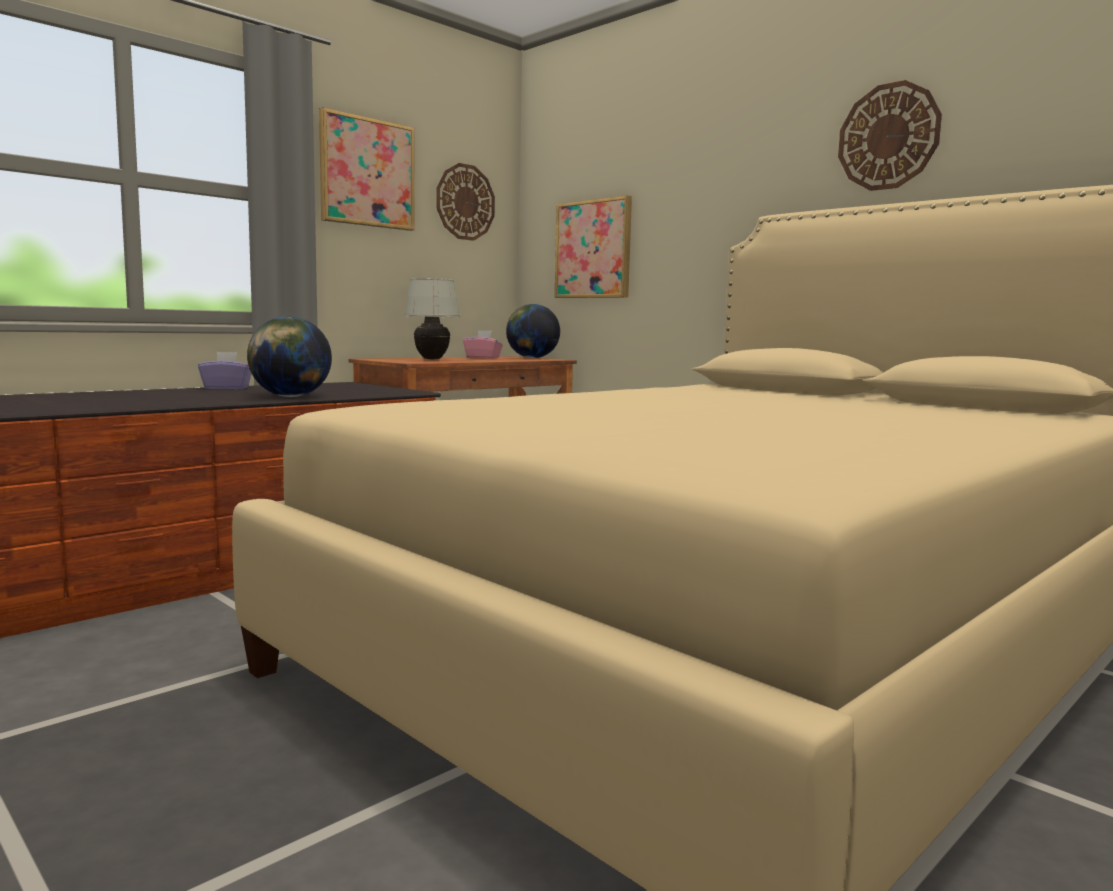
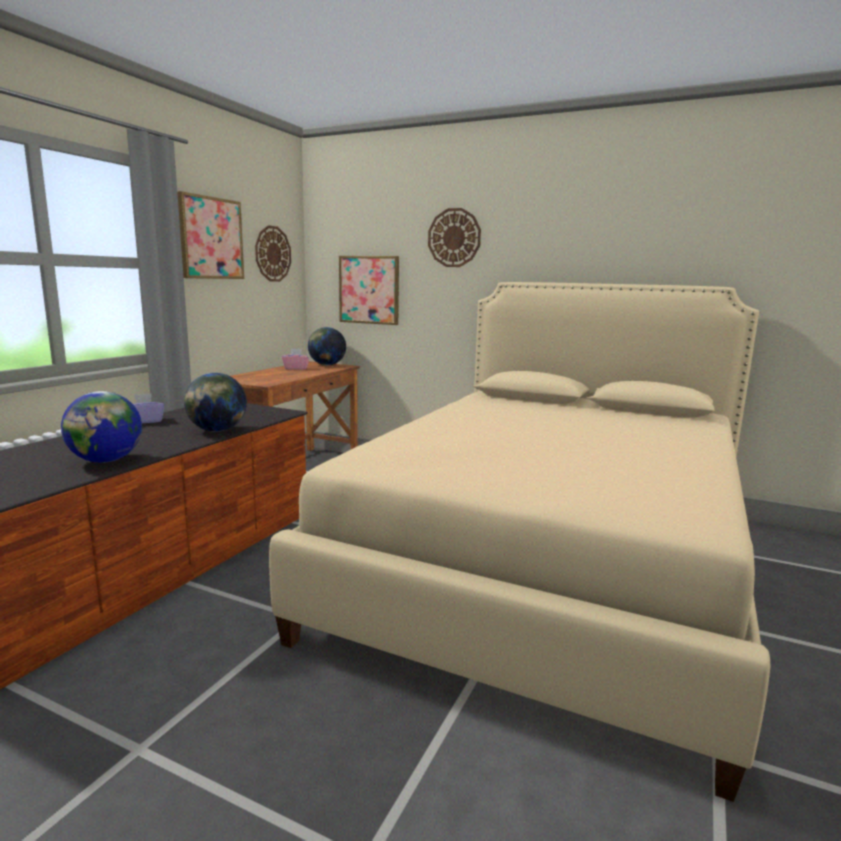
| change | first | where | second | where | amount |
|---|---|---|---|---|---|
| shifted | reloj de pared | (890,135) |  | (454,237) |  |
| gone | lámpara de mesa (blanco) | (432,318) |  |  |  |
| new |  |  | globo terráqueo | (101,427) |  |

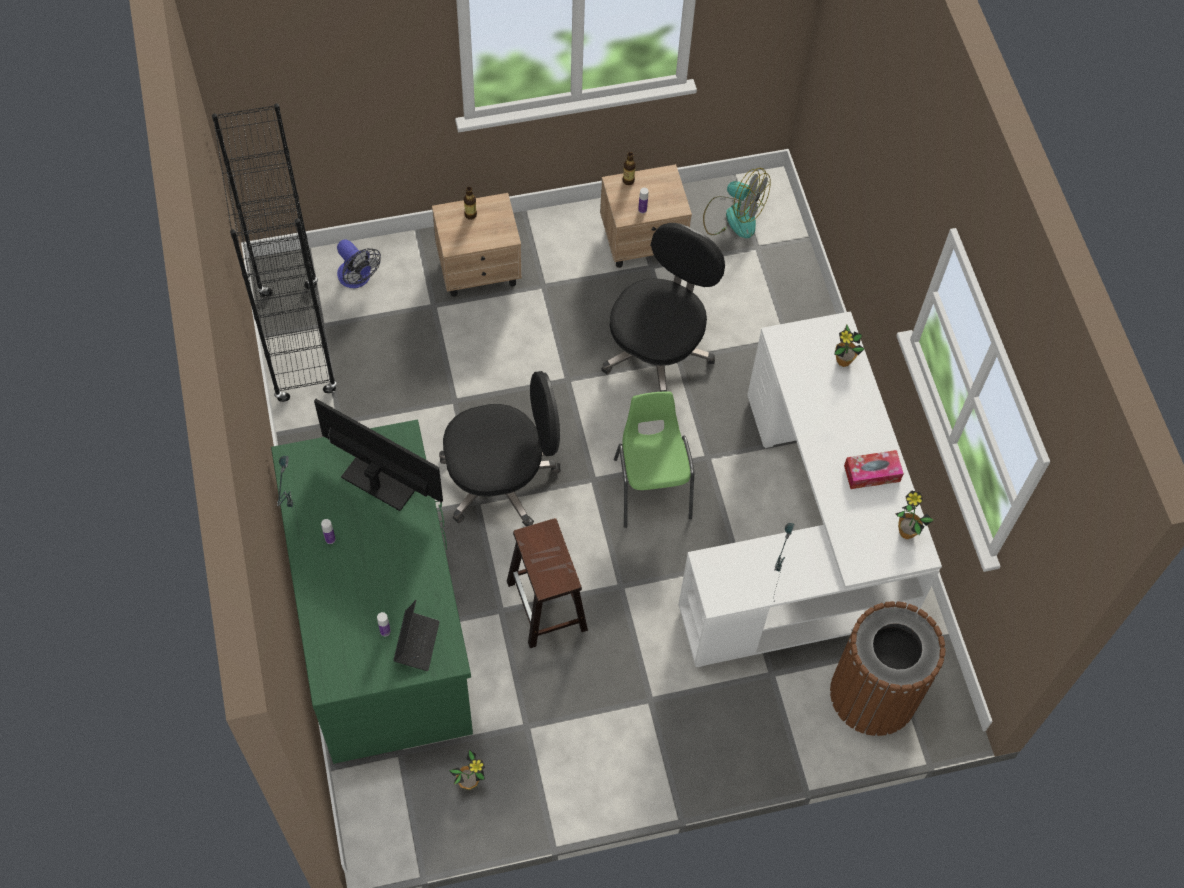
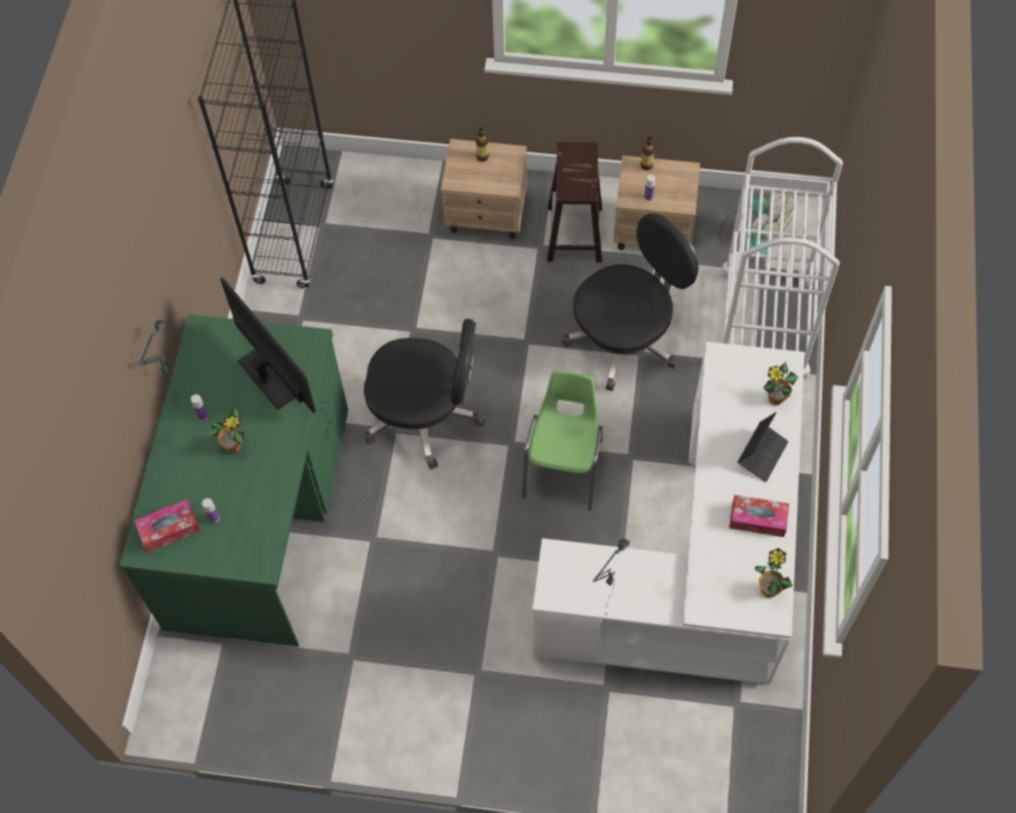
| change | first | where | second | where | amount |
|---|---|---|---|---|---|
| gone | ventilador | (359,263) |  |  |  |
| shifted | taburete (marrón) | (547,583) |  | (574,202) |  |
| shifted | portátil | (416,635) |  | (763,447) |  |
| gone | papelera (marrón) | (888,668) |  |  |  |
| shifted | planta en maceta | (467,770) |  | (226,430) |  |
| new |  |  | carrito (blanco) | (781,258) |  |
| new |  |  | caja de pañuelos | (167,525) |  |

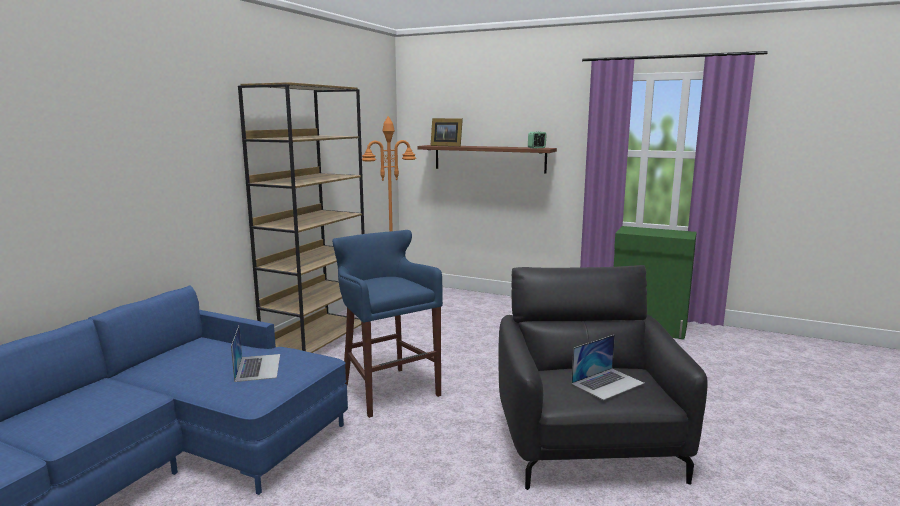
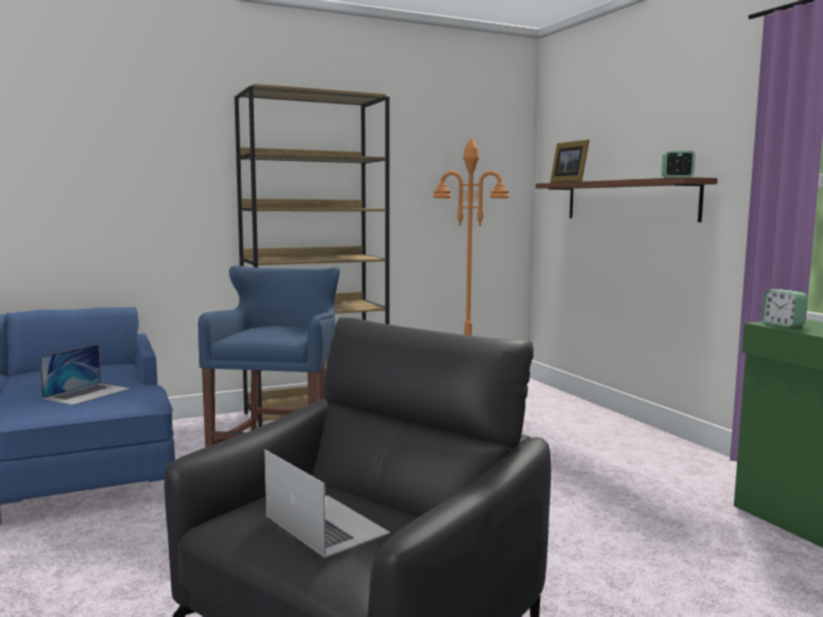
| change | first | where | second | where | amount |
|---|---|---|---|---|---|
| rotated | portátil | (608,367) |  | (327,503) | 135 degrees counterclockwise |
| new |  |  | despertador | (784,308) |  |

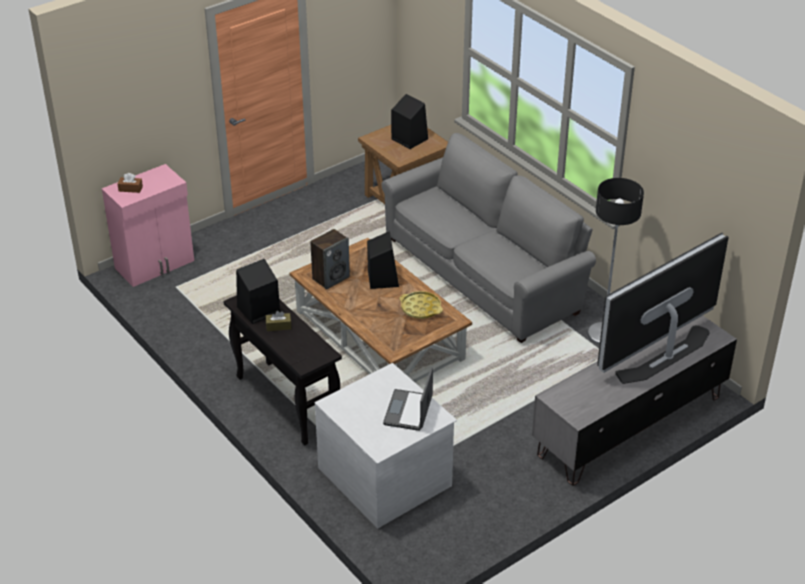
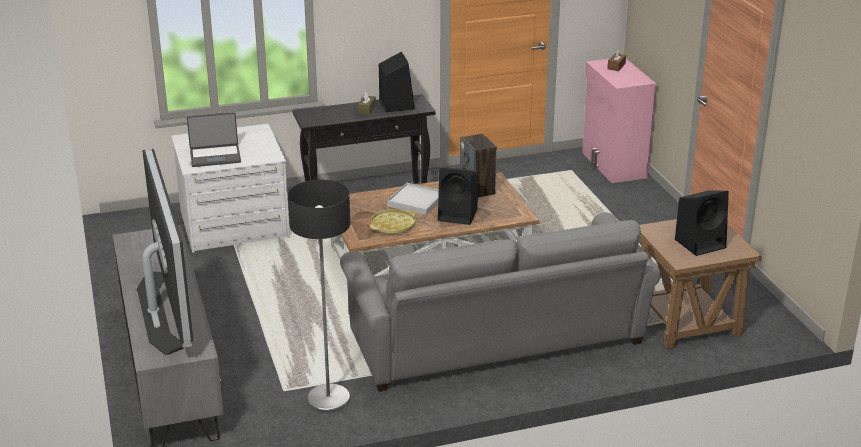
| change | first | where | second | where | amount |
|---|---|---|---|---|---|
| rotated | portátil | (408,399) |  | (214,139) | 135 degrees clockwise |
| new |  |  | bandeja (blanco) | (413,199) |  |

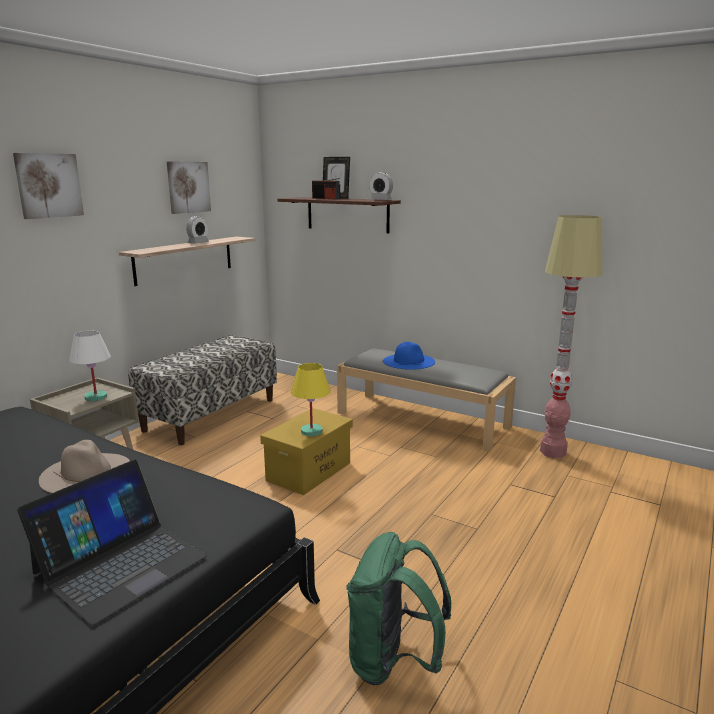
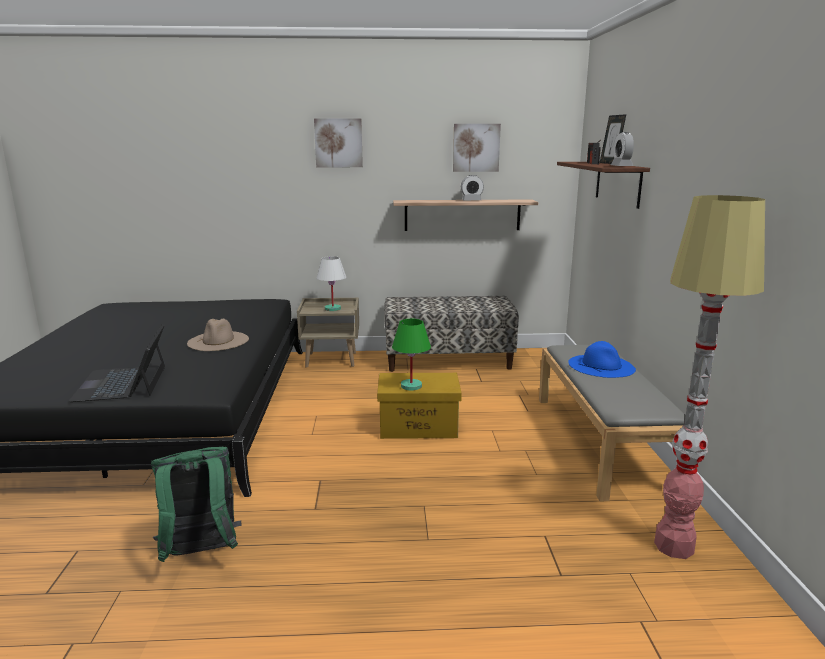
| change | first | where | second | where | amount |
|---|---|---|---|---|---|
| repainted | lámpara de mesa (amarillo) | (311,399) | lámpara de mesa (verde) | (411,355) |  |
| rotated | portátil | (112,543) |  | (116,363) | 75 degrees clockwise |

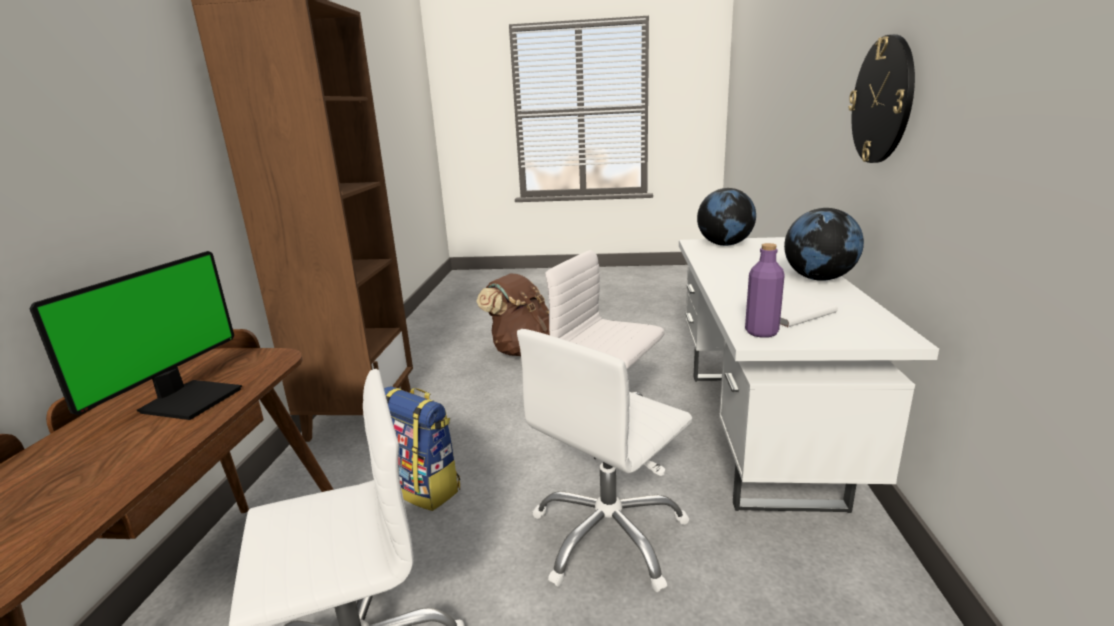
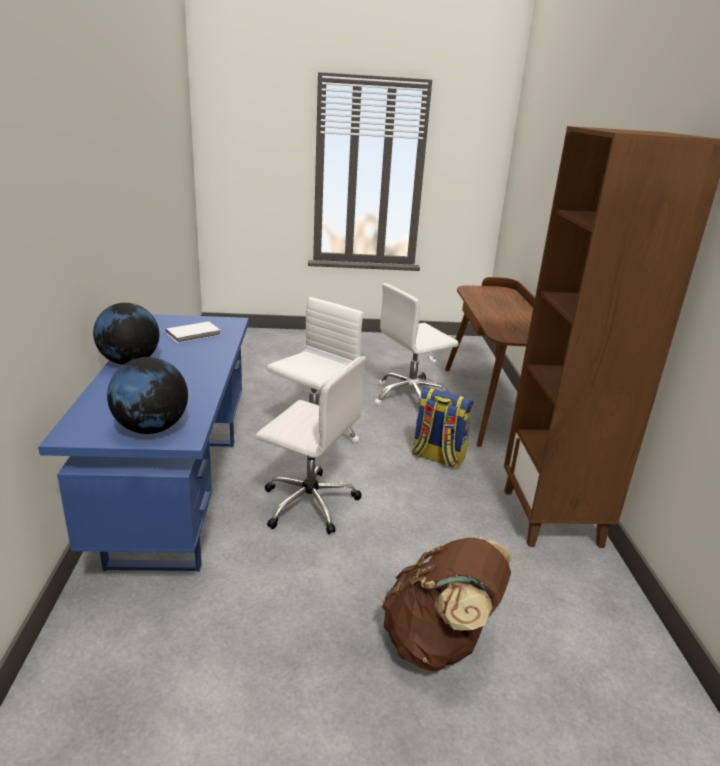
| change | first | where | second | where | amount |
|---|---|---|---|---|---|
| gone | reloj de pared | (881,98) |  |  |  |
| repainted | escritorio (blanco) | (809,375) | escritorio (azul) | (143,443) |  |
| gone | botella (morado) | (765,290) |  |  |  |
| gone | monitor | (135,335) |  |  |  |

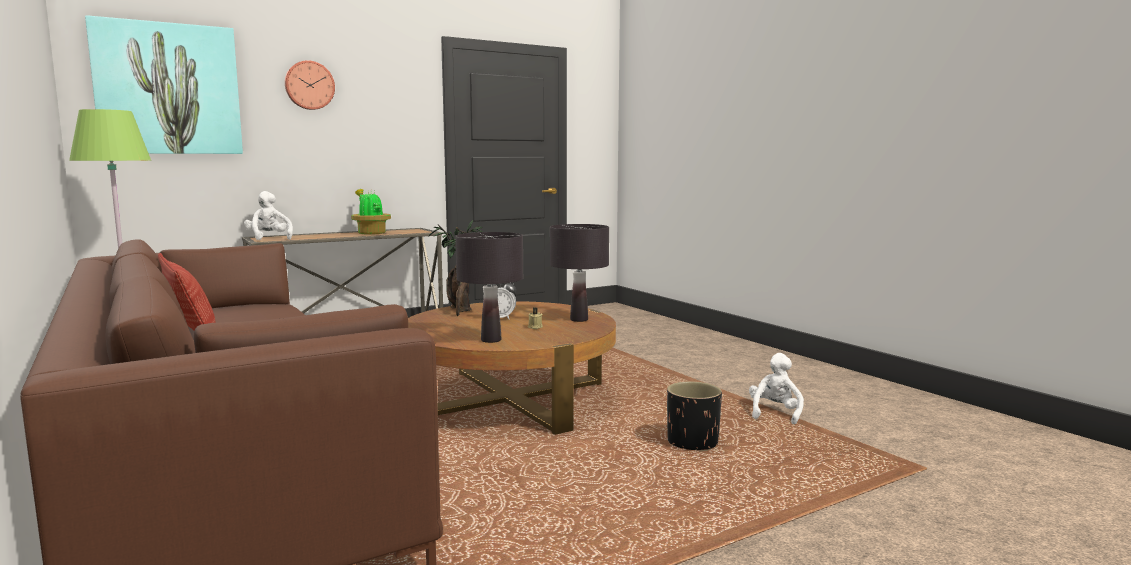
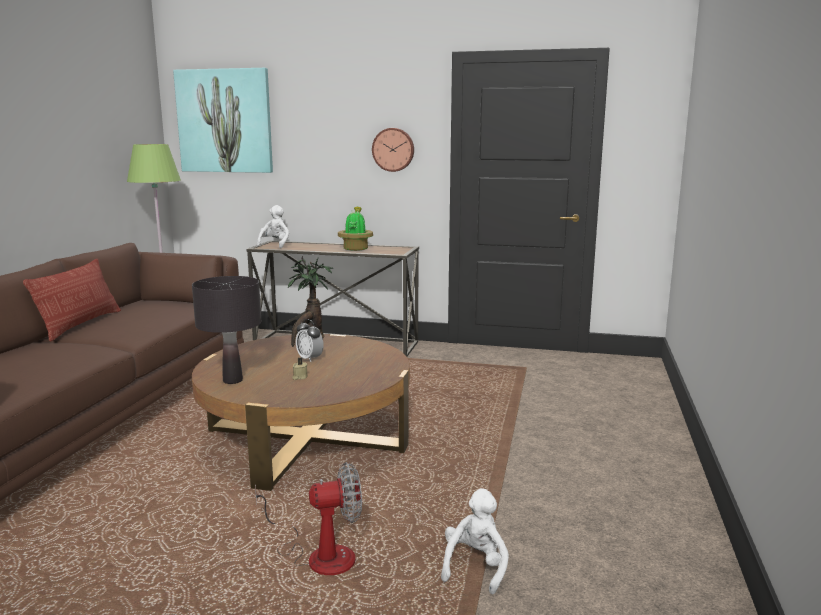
| change | first | where | second | where | amount |
|---|---|---|---|---|---|
| shifted | reloj de pared | (310,85) |  | (393,150) |  |
| gone | lámpara de mesa (negro) | (579,273) |  |  |  |
| rotated | peluche (blanco) | (776,388) |  | (475,541) | 45 degrees counterclockwise |
| swapped | maceta (negro) | (694,416) | ventilador | (308,518) |  |

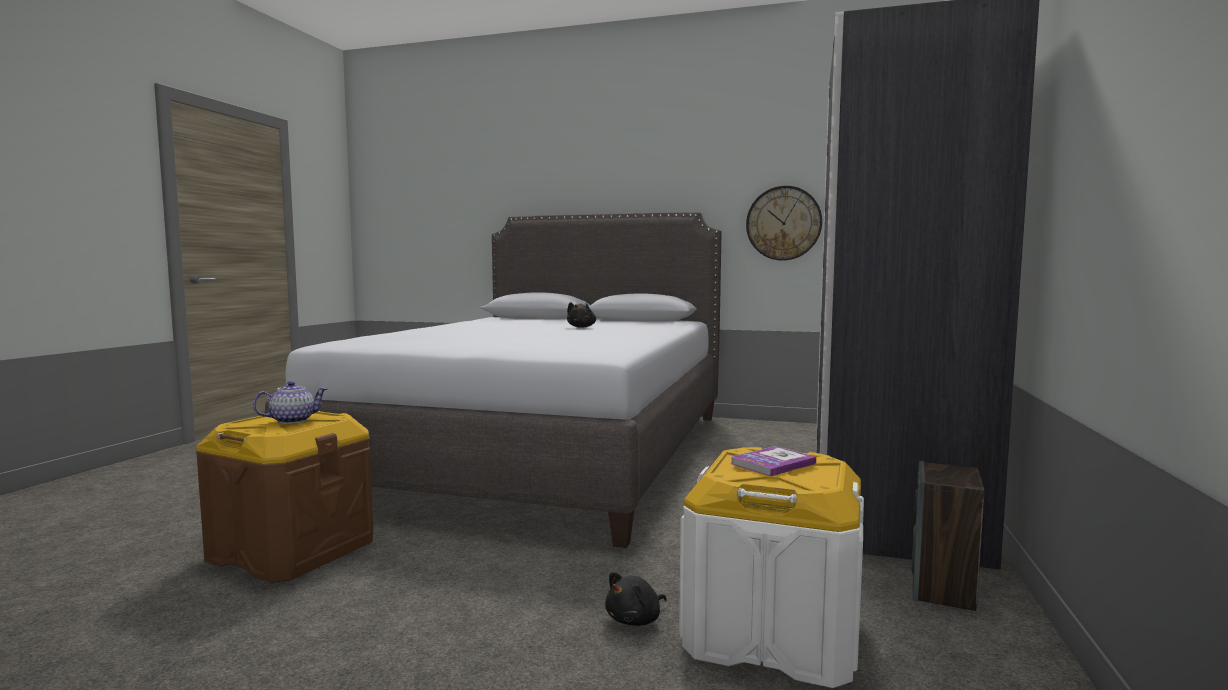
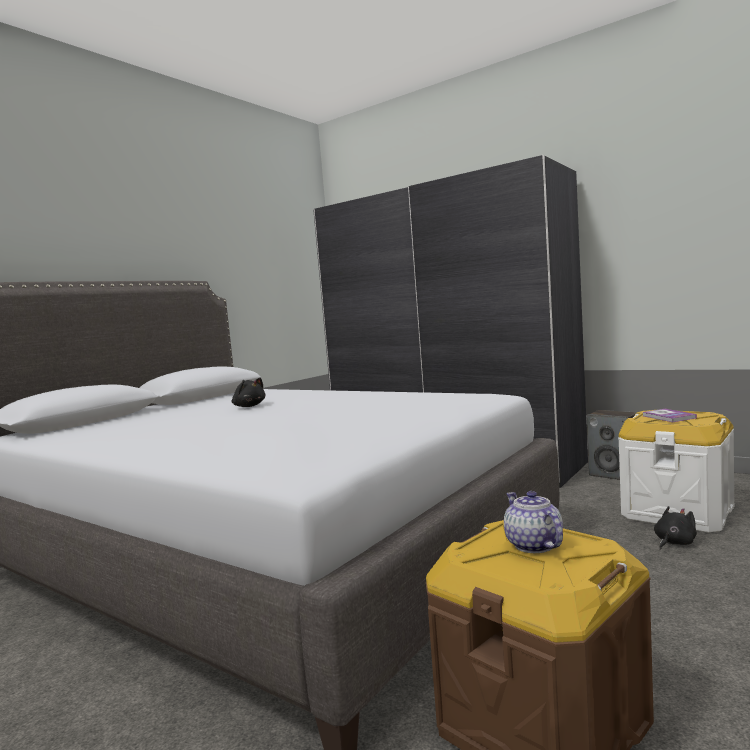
| change | first | where | second | where | amount |
|---|---|---|---|---|---|
| gone | reloj de pared | (784,223) |  |  |  |
| rotated | peluche (negro) | (636,599) |  | (675,528) | 105 degrees counterclockwise |

